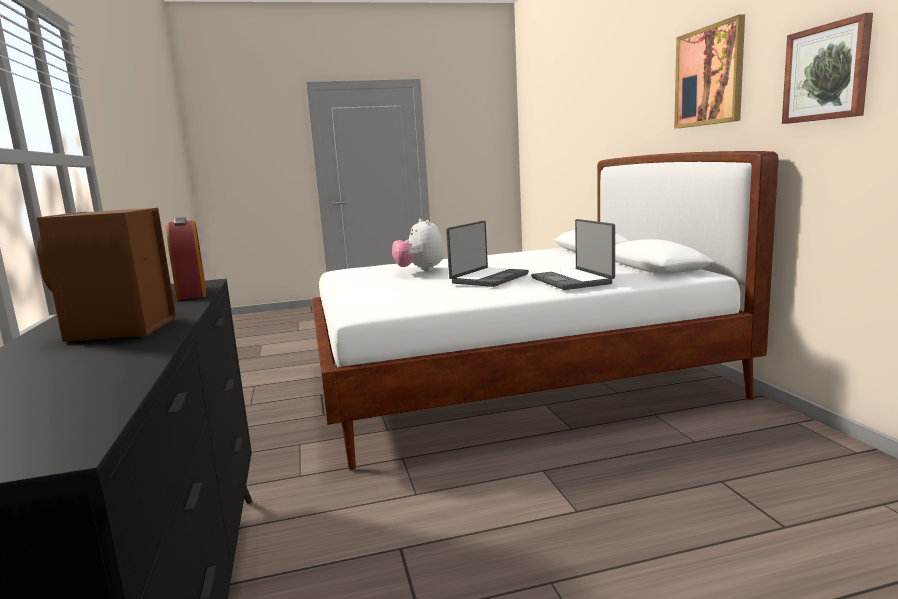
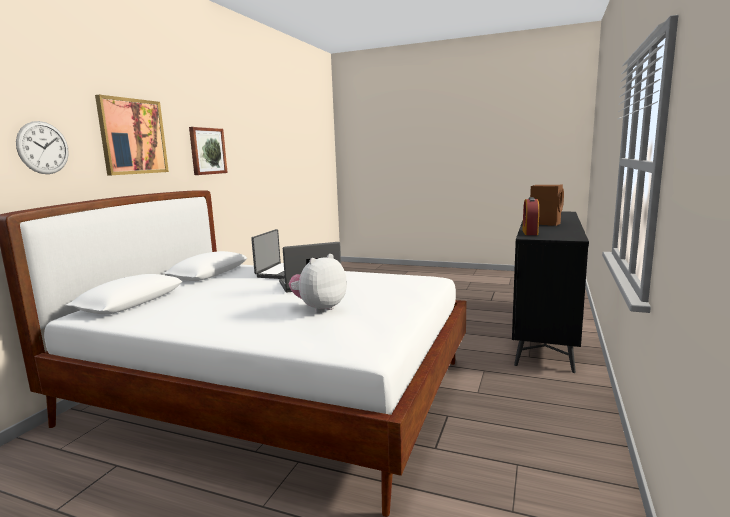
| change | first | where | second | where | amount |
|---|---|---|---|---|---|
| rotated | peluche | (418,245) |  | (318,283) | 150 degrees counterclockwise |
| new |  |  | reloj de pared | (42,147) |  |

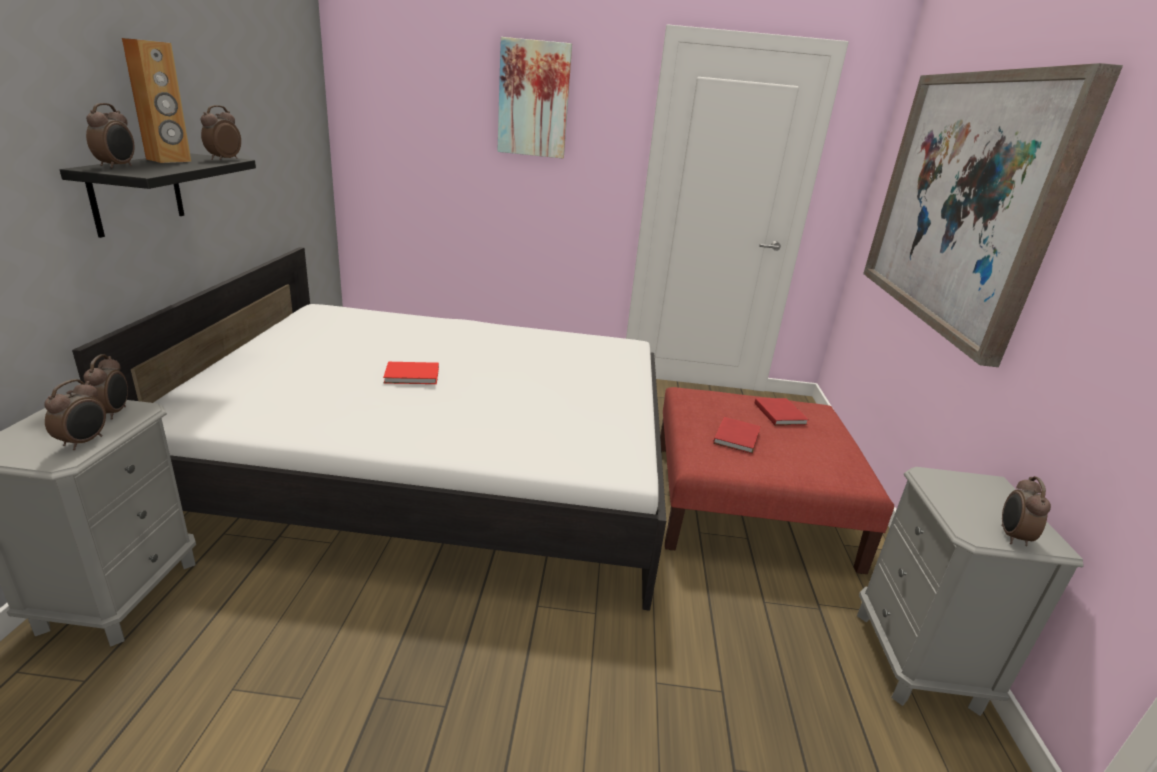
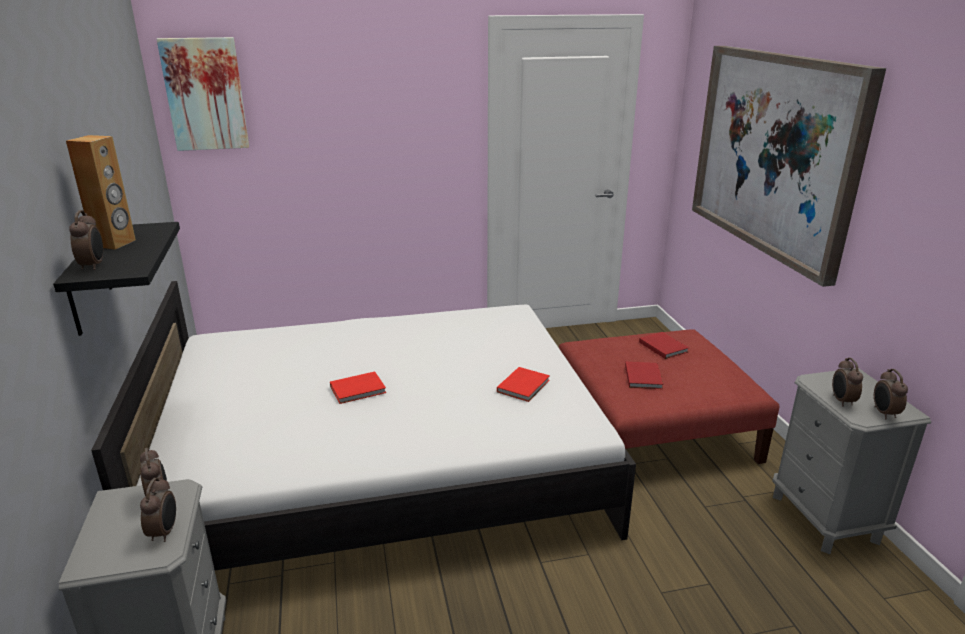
| change | first | where | second | where | amount |
|---|---|---|---|---|---|
| shifted | cuadro | (534,97) |  | (203,94) |  |
| shifted | despertador | (221,132) |  | (847,382) |  |
| new |  |  | libro (rojo) | (523,384) |  |

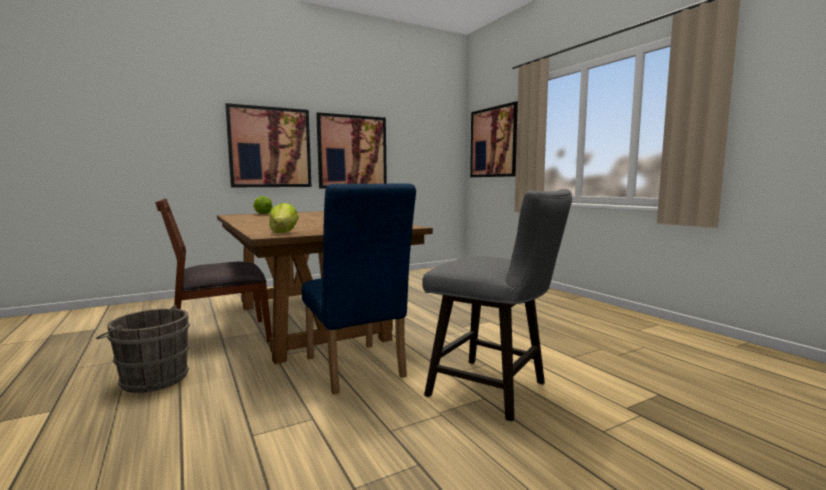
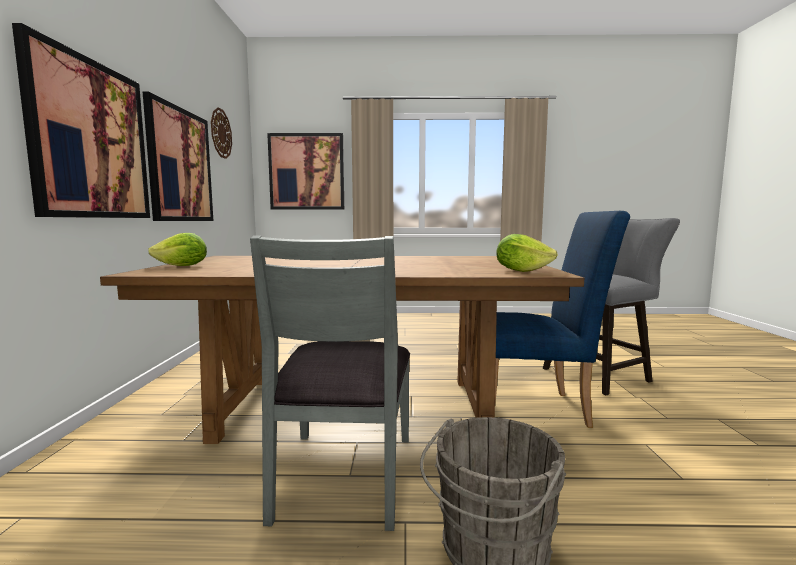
| change | first | where | second | where | amount |
|---|---|---|---|---|---|
| repainted | silla (marrón) | (213,270) | silla (gris) | (330,383) |  |
| new |  |  | reloj de pared | (221,133) |  |

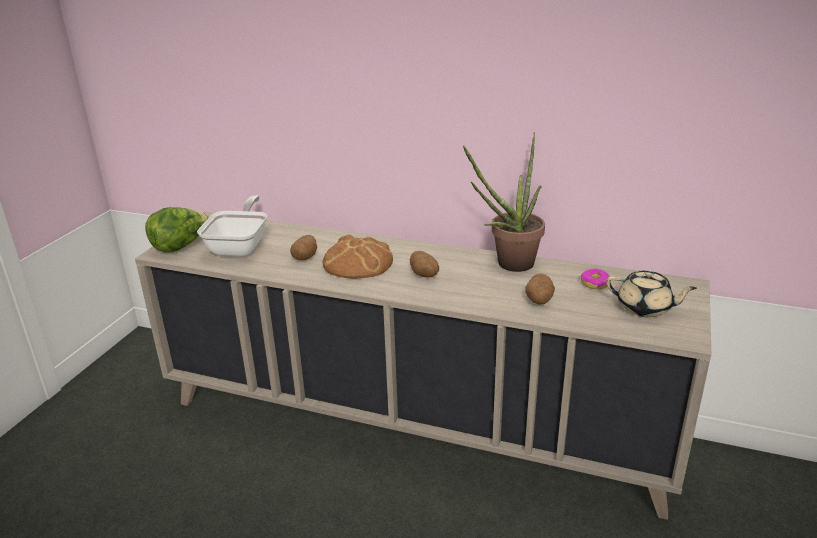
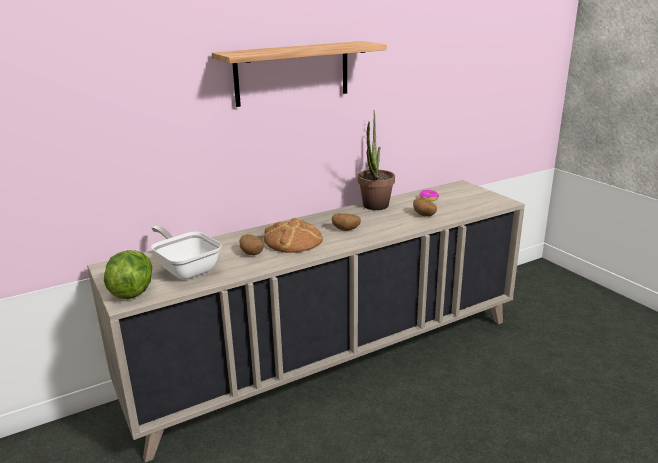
| change | first | where | second | where | amount |
|---|---|---|---|---|---|
| gone | tetera (beis) | (651,293) |  |  |  |
| new |  |  | estante | (299,74) |  |

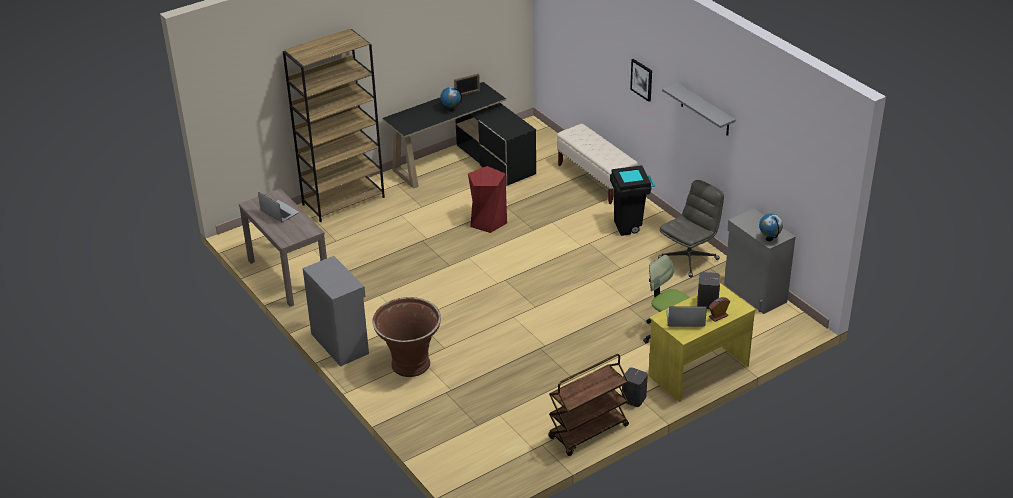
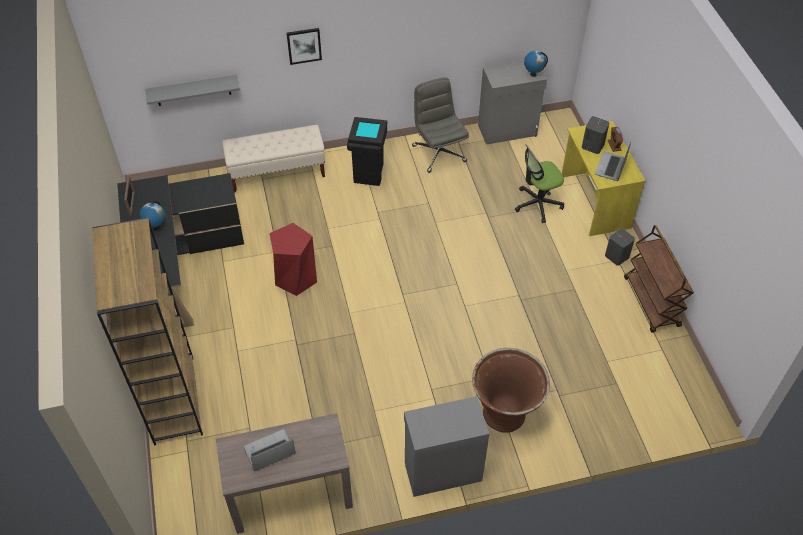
| change | first | where | second | where | amount |
|---|---|---|---|---|---|
| shifted | estante (gris) | (699,109) |  | (192,90) |  |

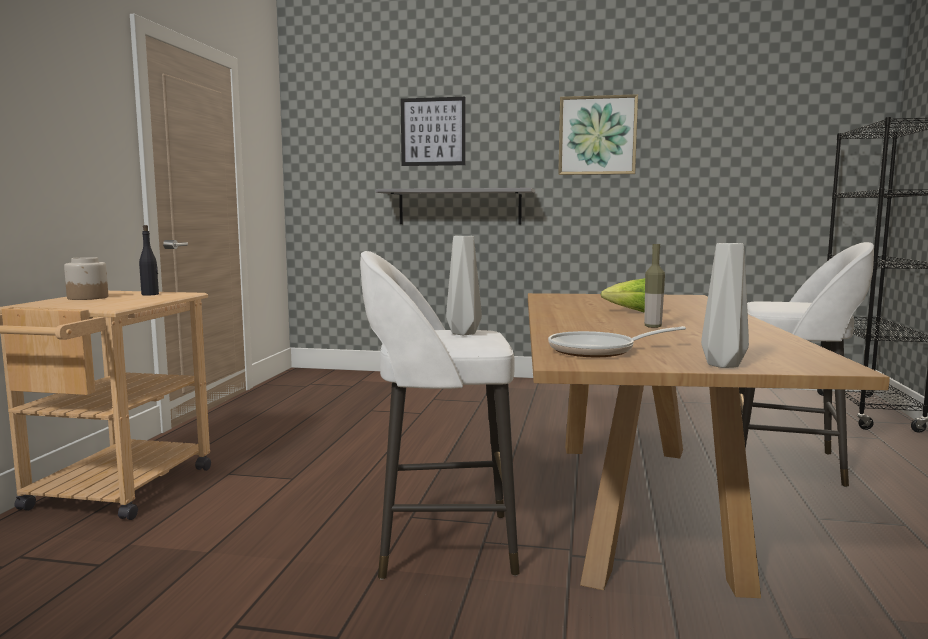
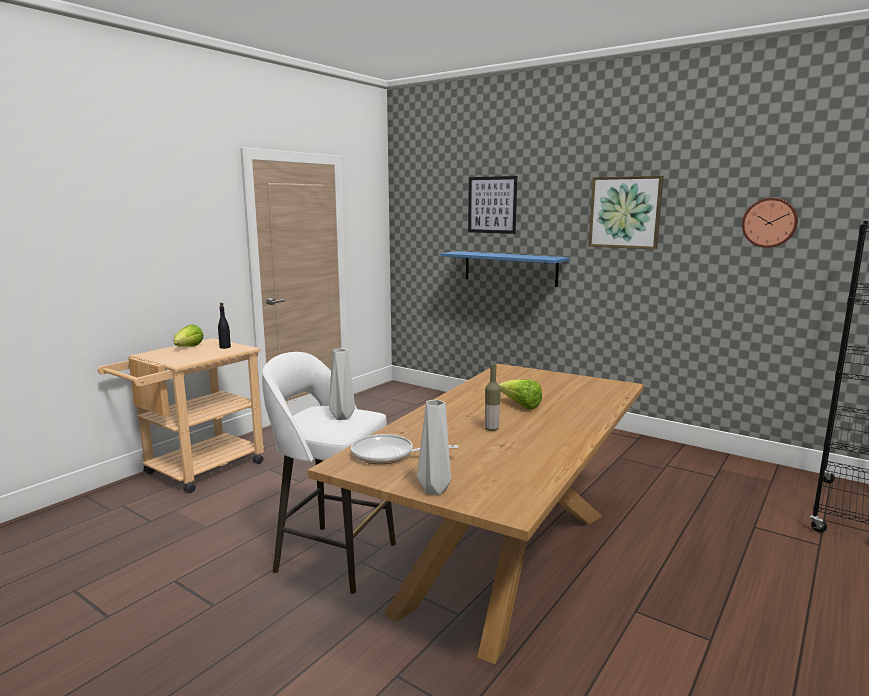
| change | first | where | second | where | amount |
|---|---|---|---|---|---|
| repainted | estante (gris) | (455,206) | estante (azul) | (505,269) |  |
| gone | taburete (blanco) | (806,364) |  |  |  |
| swapped | tarro | (86,278) | lechuga | (189,335) |  |
| new |  |  | reloj de pared | (770,223) |  |

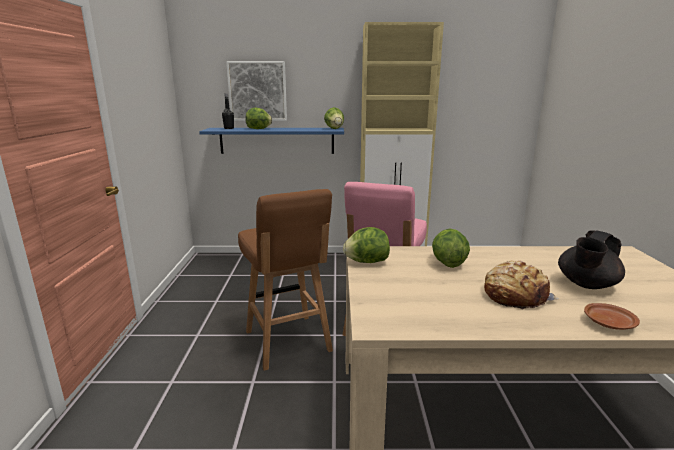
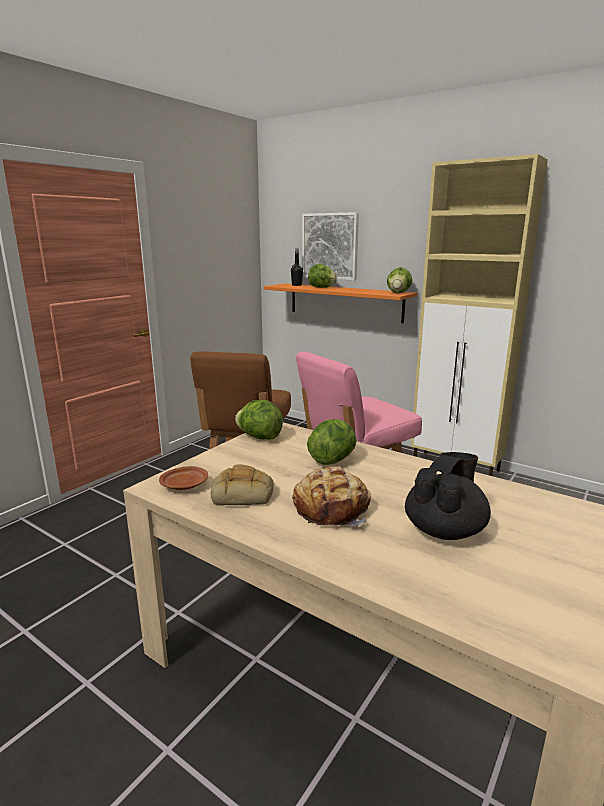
| change | first | where | second | where | amount |
|---|---|---|---|---|---|
| repainted | estante (azul) | (271,141) | estante (naranja) | (340,303) |  |
| rotated | tetera (negro) | (591,259) |  | (448,496) | 135 degrees clockwise |
| shifted | plato (marrón) | (612,316) |  | (183,478) |  |
| new |  |  | pan | (242,484) |  |

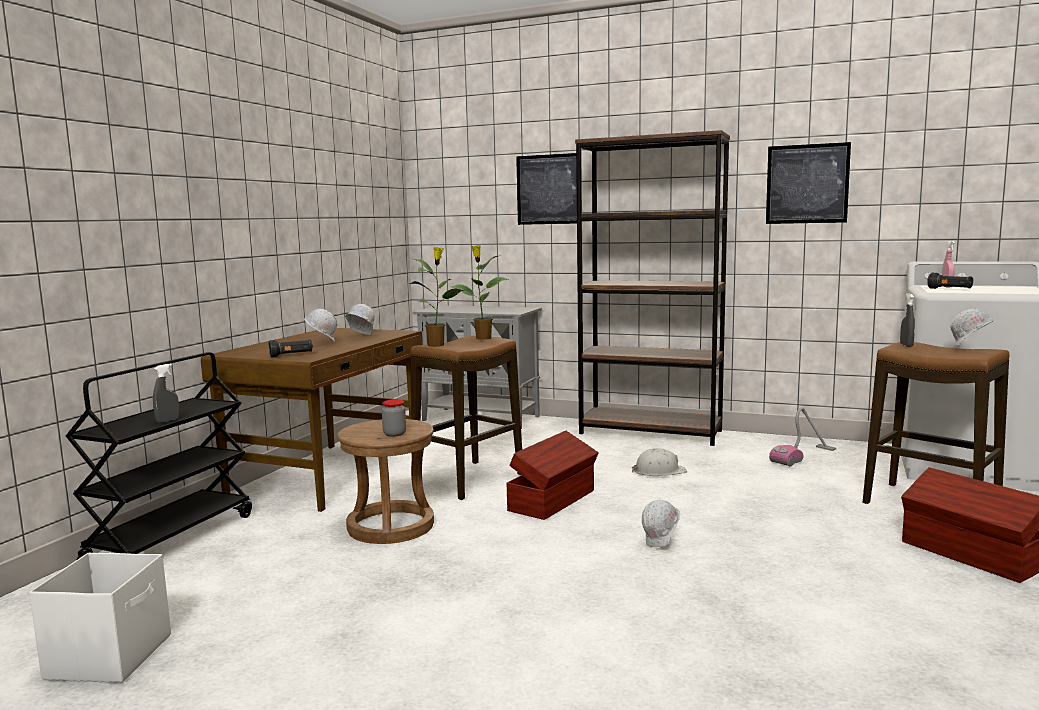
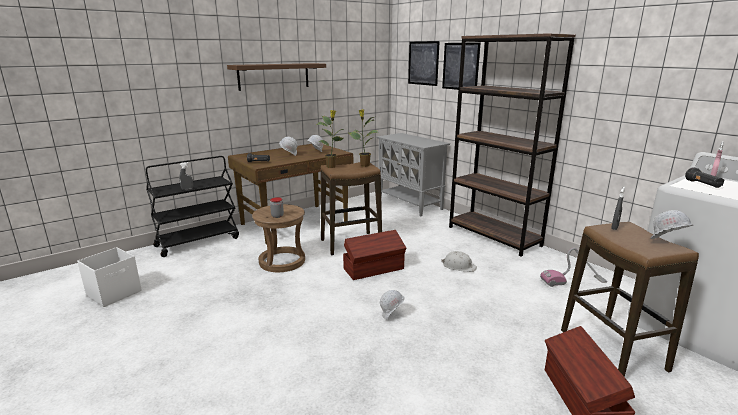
| change | first | where | second | where | amount |
|---|---|---|---|---|---|
| shifted | cuadro | (808,183) |  | (424,63) |  |
| new |  |  | estante (marrón) | (276,77) |  |

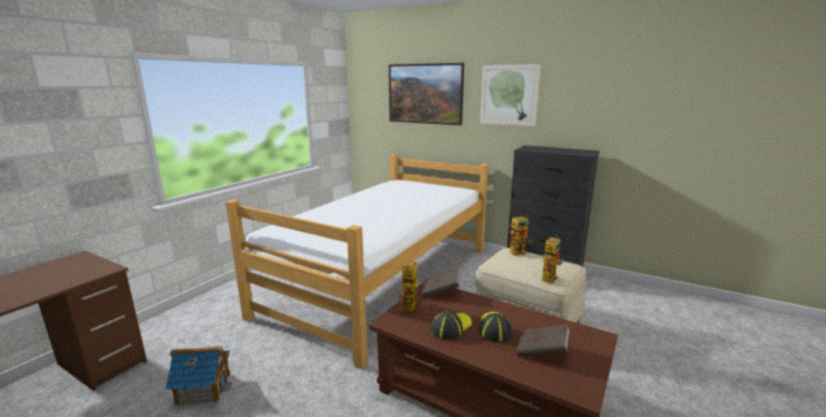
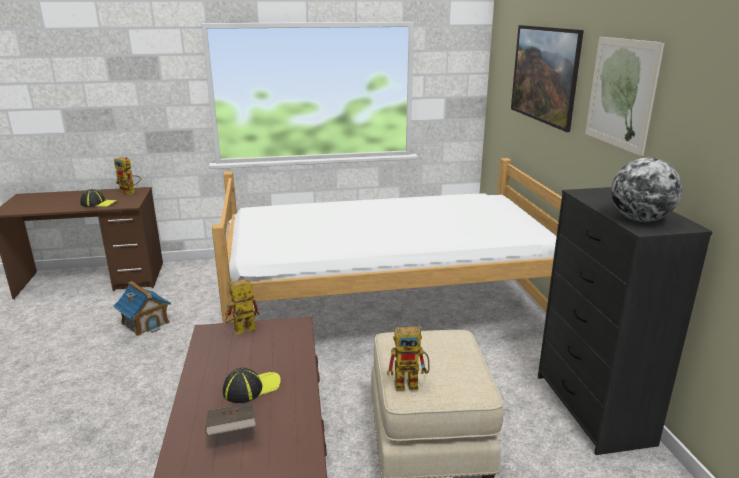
| change | first | where | second | where | amount |
|---|---|---|---|---|---|
| shifted | robot de juguete | (520,235) |  | (127,176) |  |
| gone | libro (marrón) | (441,283) |  |  |  |
| shifted | gorra | (451,325) |  | (98,198) |  |
| new |  |  | globo terráqueo | (646,190) |  |

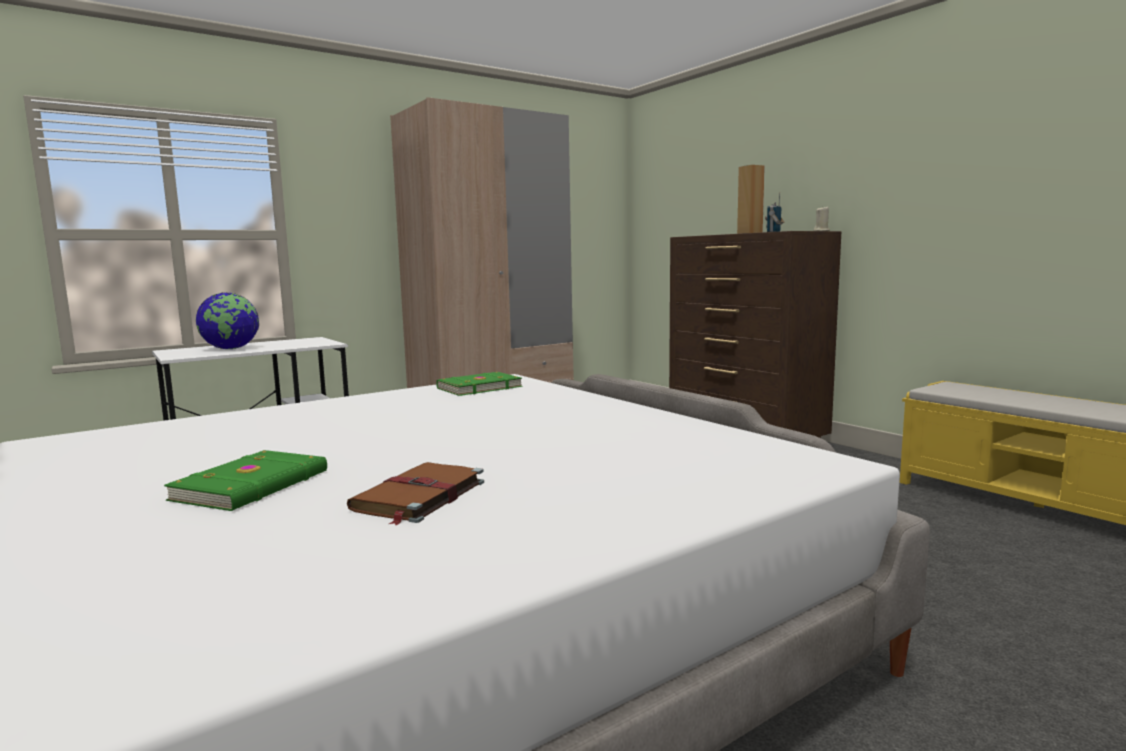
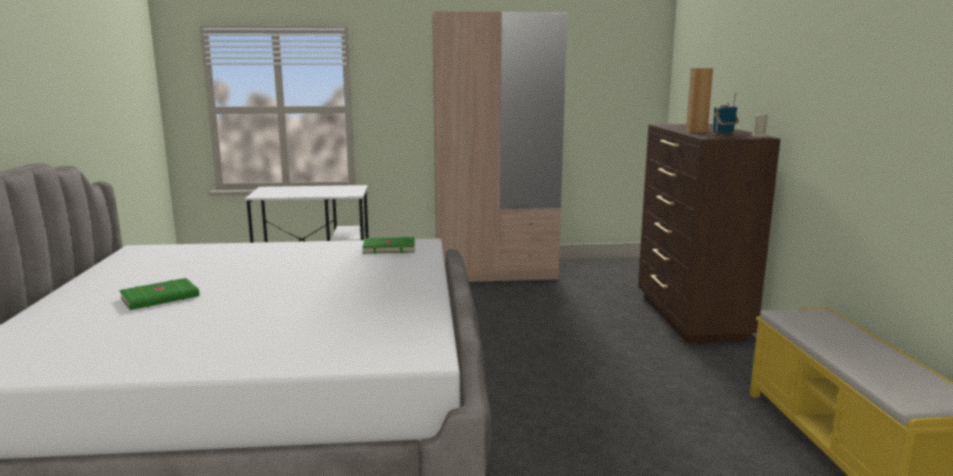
| change | first | where | second | where | amount |
|---|---|---|---|---|---|
| gone | globo terráqueo | (227,320) |  |  |  |
| gone | libro (marrón) | (415,493) |  |  |  |

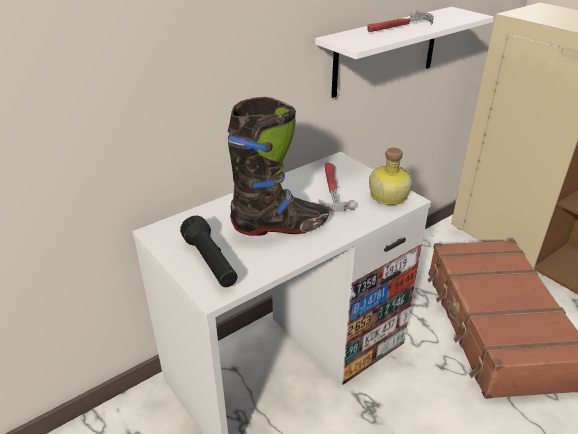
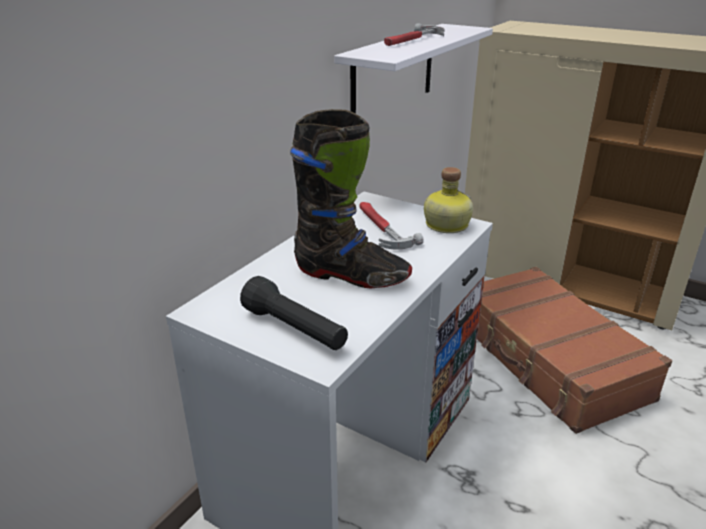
| change | first | where | second | where | amount |
|---|---|---|---|---|---|
| rotated | bota (negro) | (278,166) |  | (351,198) | 45 degrees clockwise |

